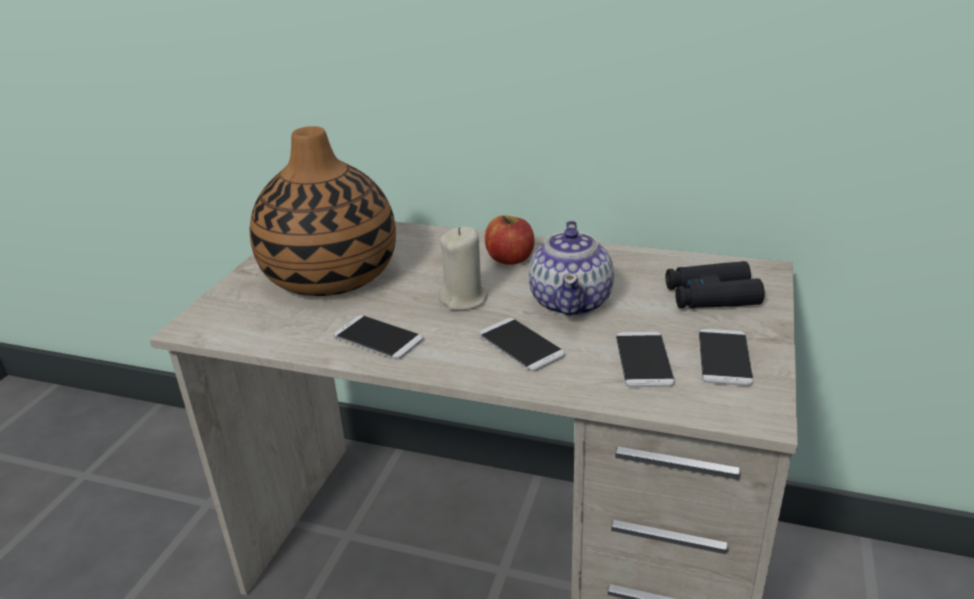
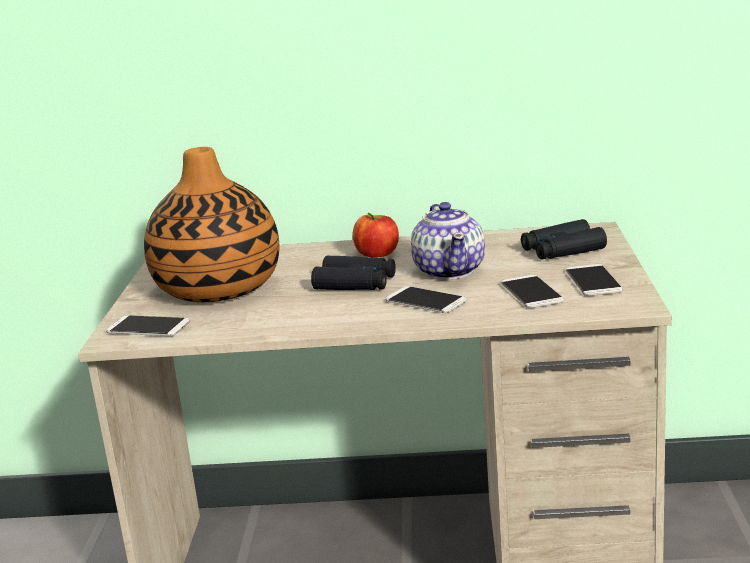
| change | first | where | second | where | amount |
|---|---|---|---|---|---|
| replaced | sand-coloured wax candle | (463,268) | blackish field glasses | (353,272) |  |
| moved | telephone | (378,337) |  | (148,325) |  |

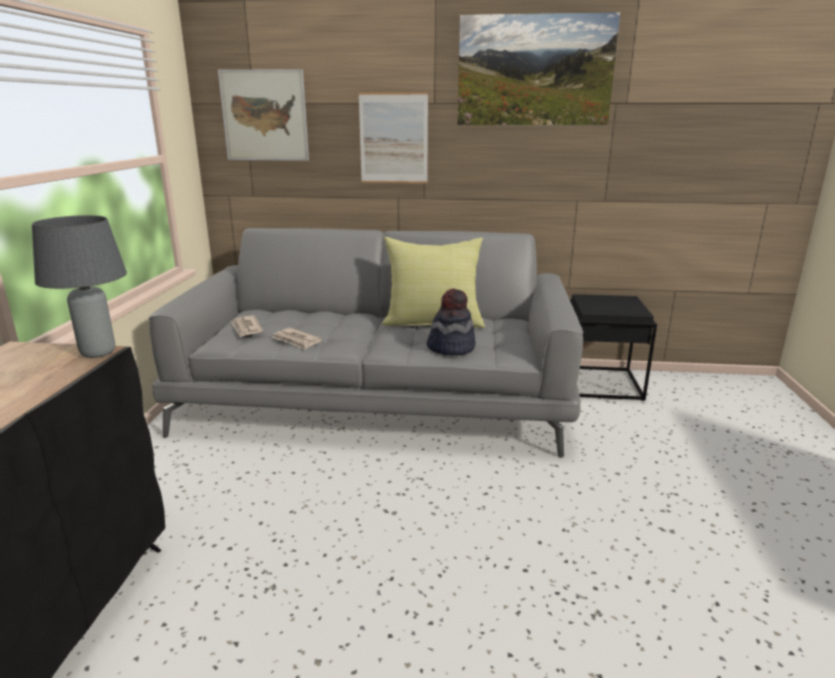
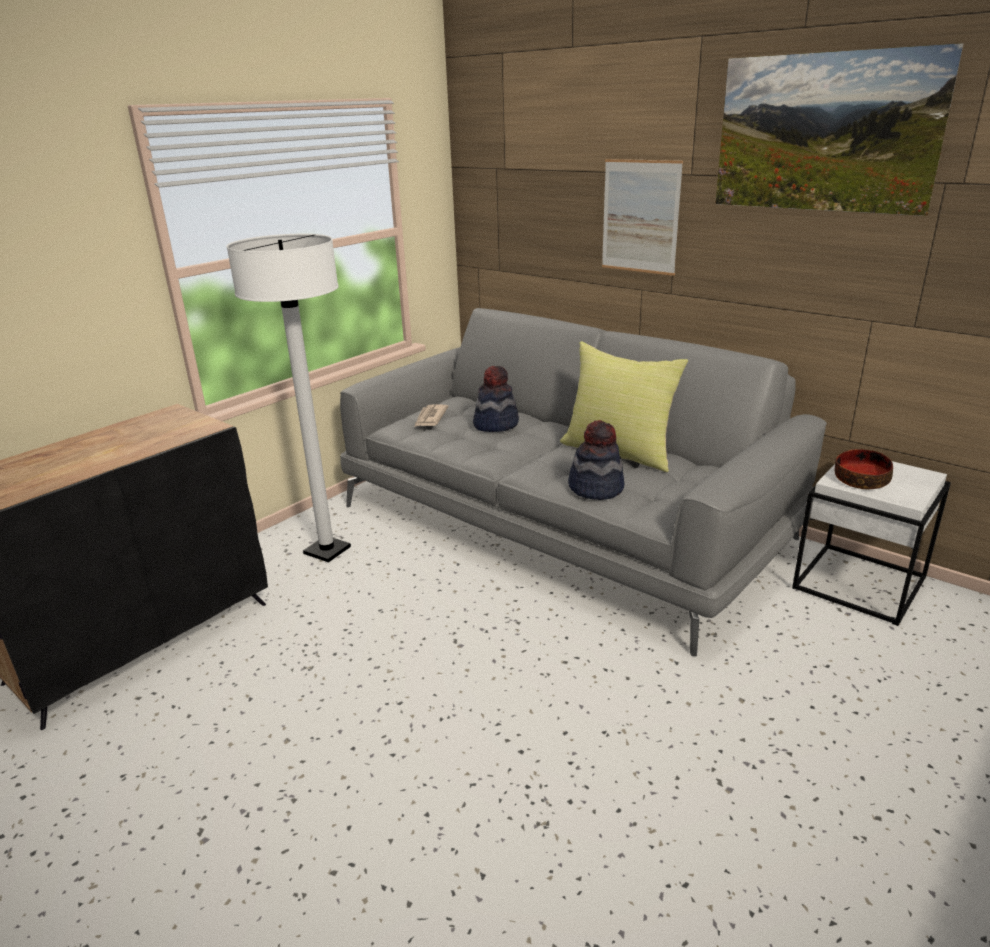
| change | first | where | second | where | amount |
|---|---|---|---|---|---|
| removed | wall picture | (263,115) |  |  |  |
| removed | greyish tabletop lamp | (79,286) |  |  |  |
| recoloured | blackish accent table | (613,347) | whitish accent table | (871,542) |  |
| removed | daily paper | (297,339) |  |  |  |
| added |  |  | whitish standard lamp | (288,398) |  |
| added |  |  | hat | (496,399) |  |
| added |  |  | deep dish | (864,469) |  |

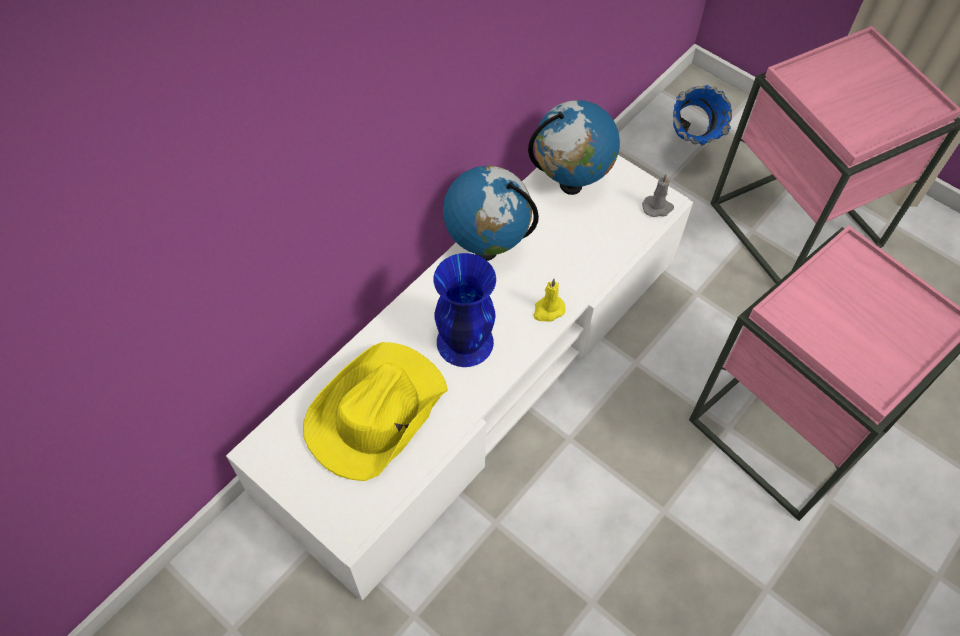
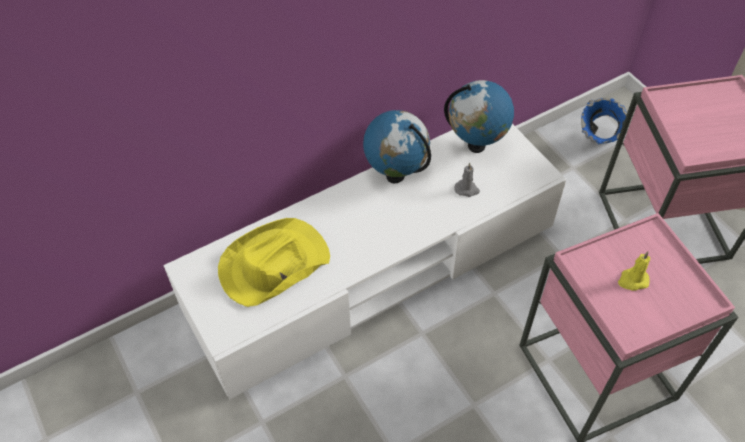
| change | first | where | second | where | amount |
|---|---|---|---|---|---|
| moved | greyish wax candle | (658,195) |  | (467,180) |  |
| removed | blue-coloured decorative vase | (465,310) |  |  |  |
| moved | yellow wax candle | (549,300) |  | (634,271) |  |

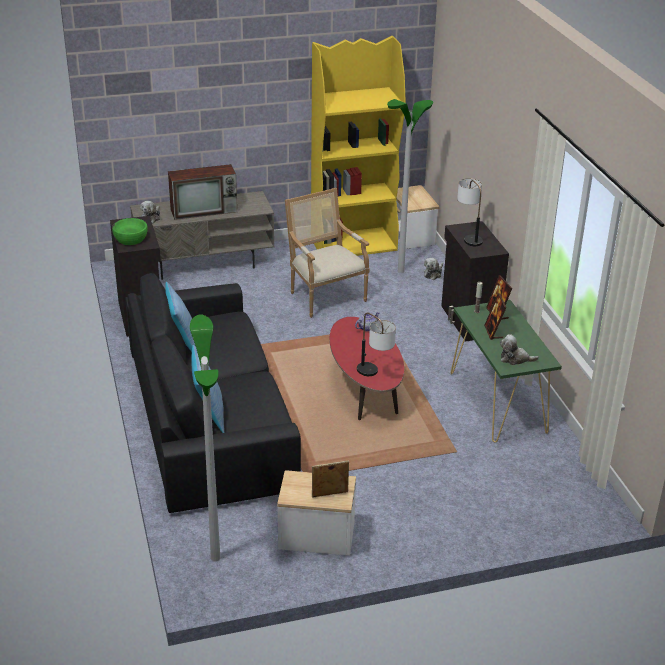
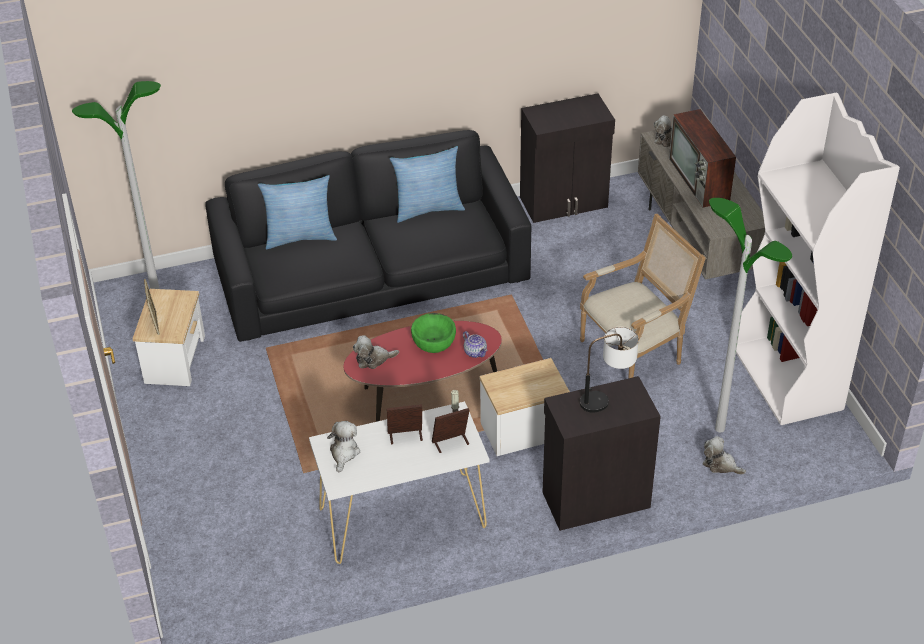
| change | first | where | second | where | amount |
|---|---|---|---|---|---|
| recoloured | yellow bookcase | (358,146) | whitish bookcase | (818,258) |  |
| moved | accent table | (418,217) |  | (525,407) |  |
| moved | green-coloured deep dish | (129,231) |  | (433,333) |  |
| recoloured | green-coloured narrow table | (506,371) | whitish narrow table | (399,482) |  |
| replaced | tabletop lamp | (376,344) | cuddly toy | (376,352) |  |

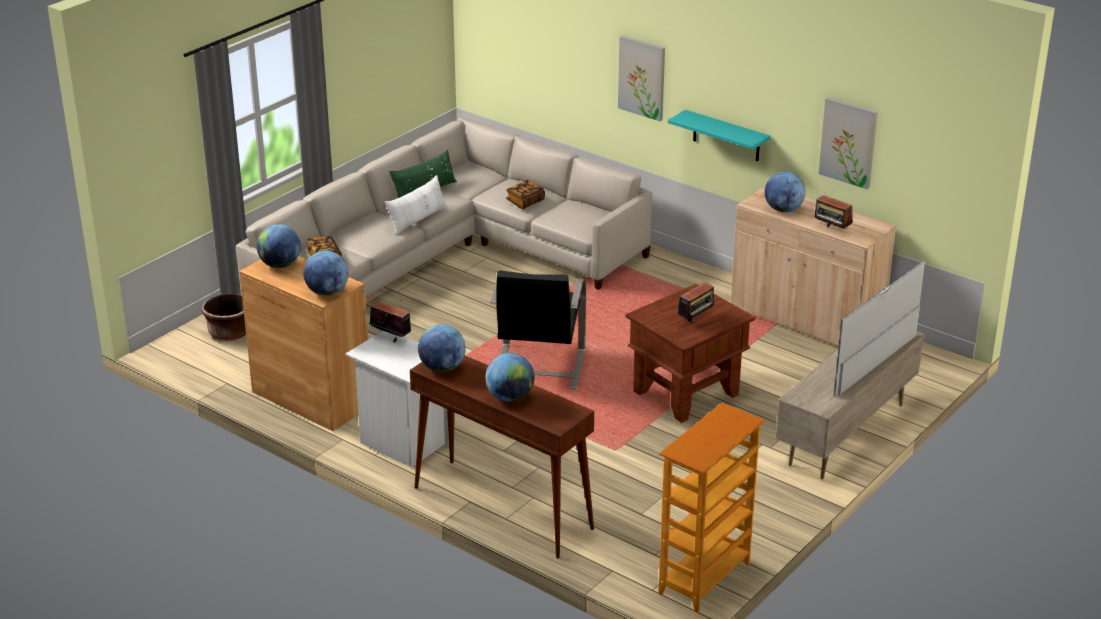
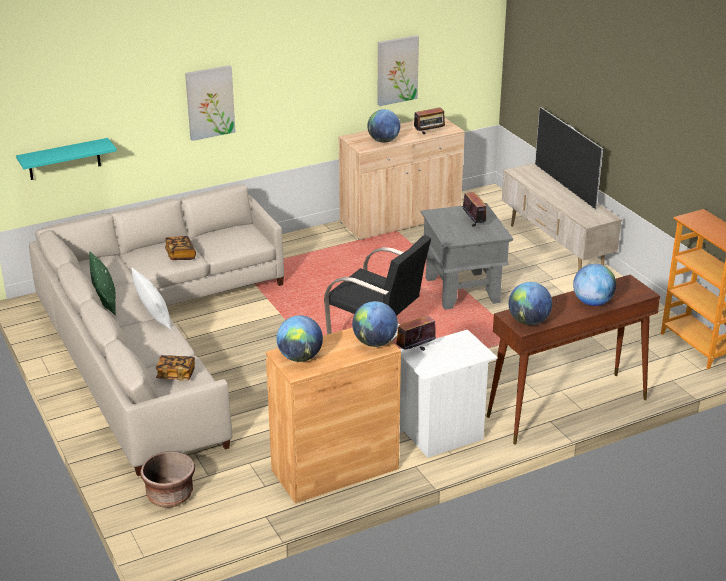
| change | first | where | second | where | amount |
|---|---|---|---|---|---|
| moved | turquoise-coloured shelf | (719,135) |  | (66,159) |  |
| recoloured | brown-coloured accent table | (690,353) | greyish accent table | (467,256) |  |

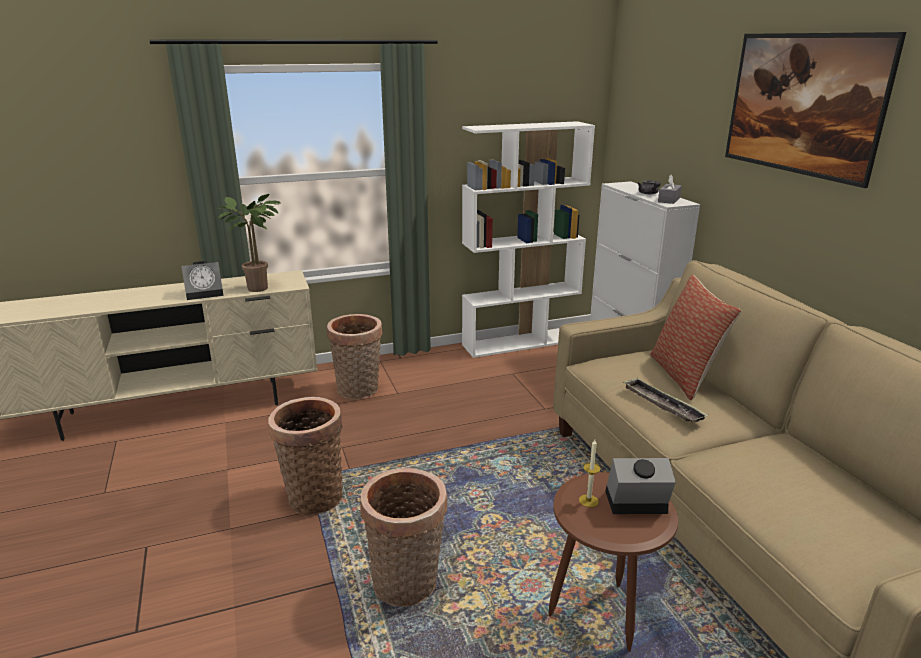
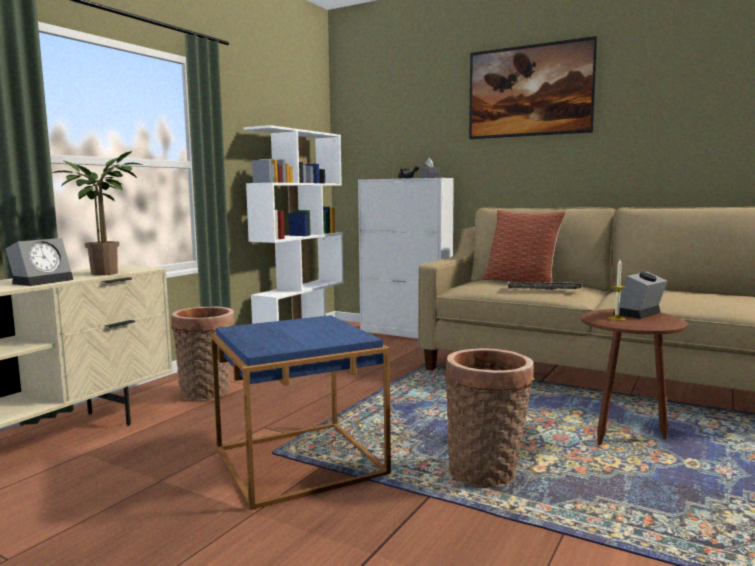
| change | first | where | second | where | amount |
|---|---|---|---|---|---|
| replaced | storage basket | (305,456) | blue-coloured accent table | (301,412) |  |

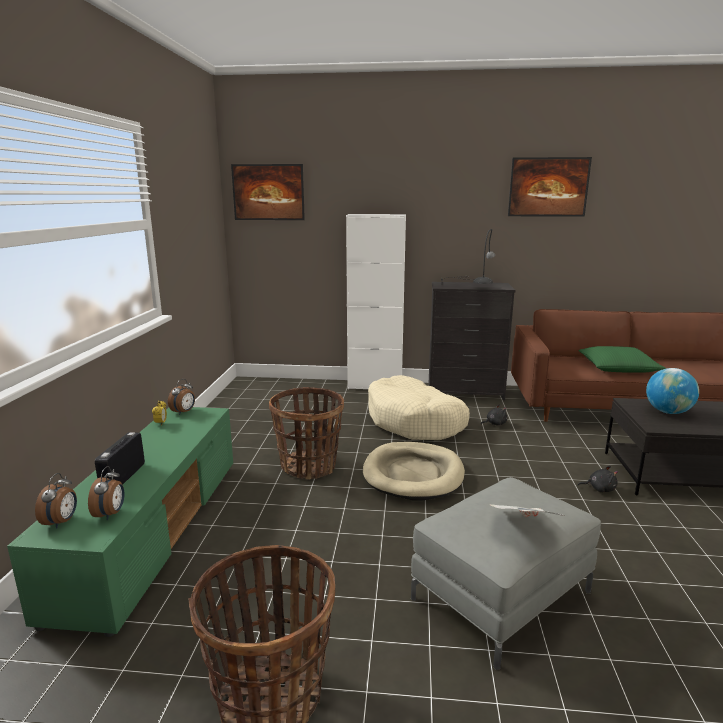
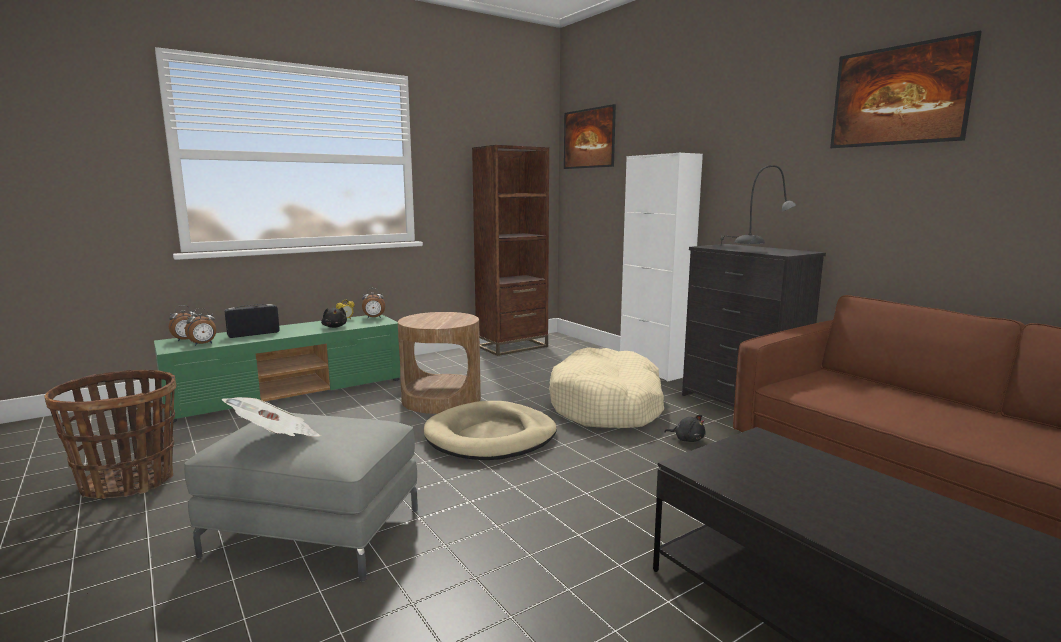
| change | first | where | second | where | amount |
|---|---|---|---|---|---|
| removed | green-coloured throw pillow | (622,359) |  |  |  |
| removed | globe | (672,391) |  |  |  |
| replaced | storage basket | (306,433) | brown-coloured accent table | (439,363) |  |
| moved | blackish cuddly toy | (598,479) |  | (334,317) |  |
| added |  |  | brown-coloured bookcase | (510,250) |  |

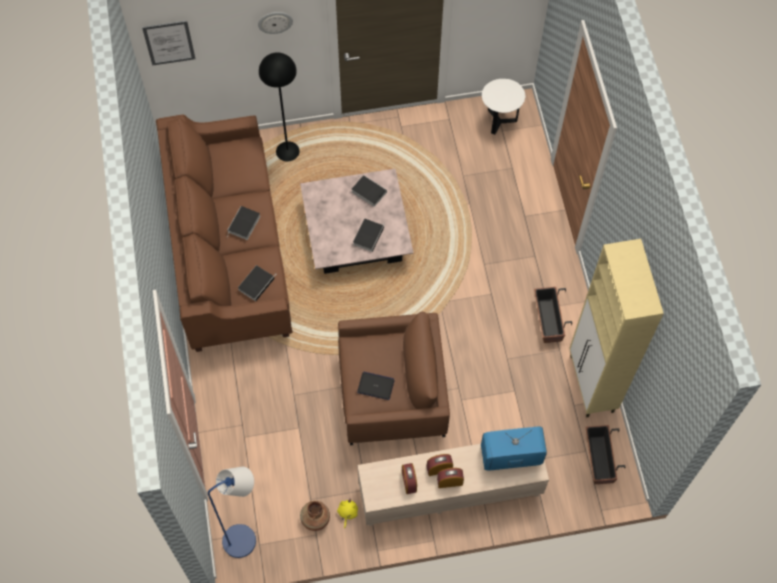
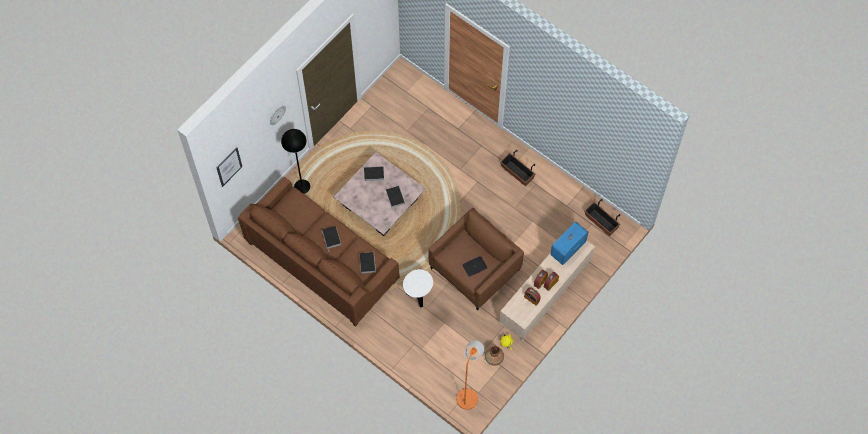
| change | first | where | second | where | amount |
|---|---|---|---|---|---|
| moved | whitish accent table | (503,107) |  | (418,288) |  |
| removed | sand-coloured cabinet | (616,328) |  |  |  |
| recoloured | blue-coloured standard lamp | (232,512) | orangey standard lamp | (470,375) |  |

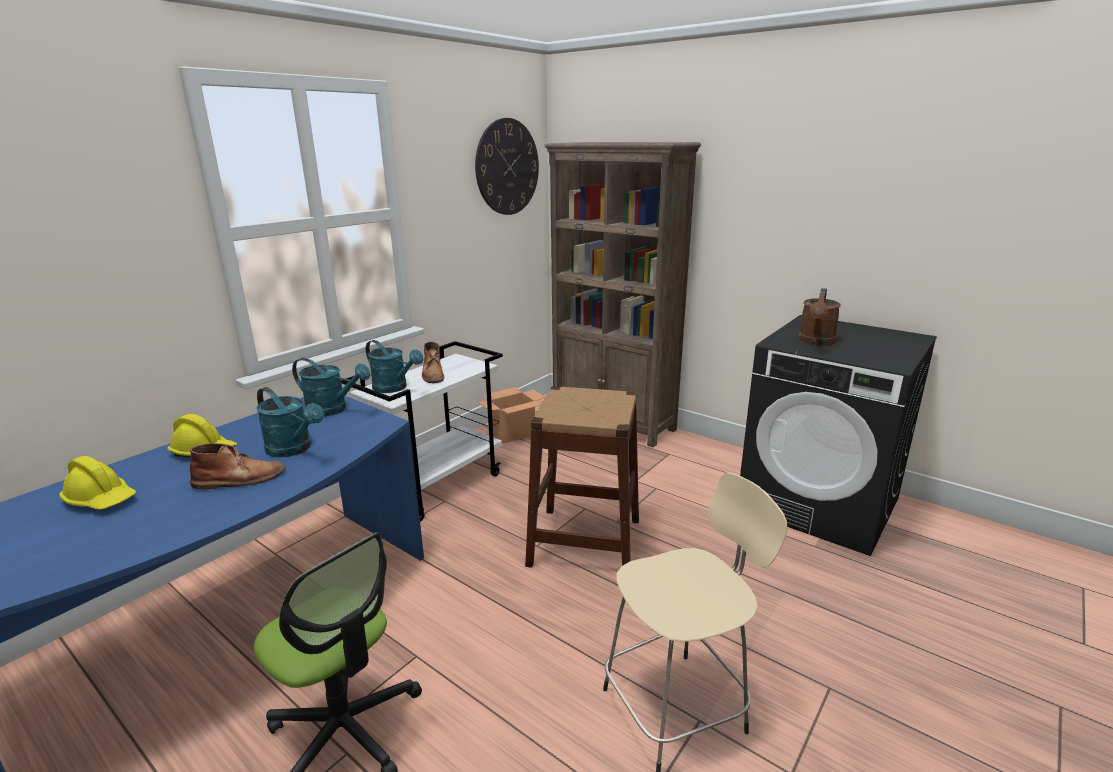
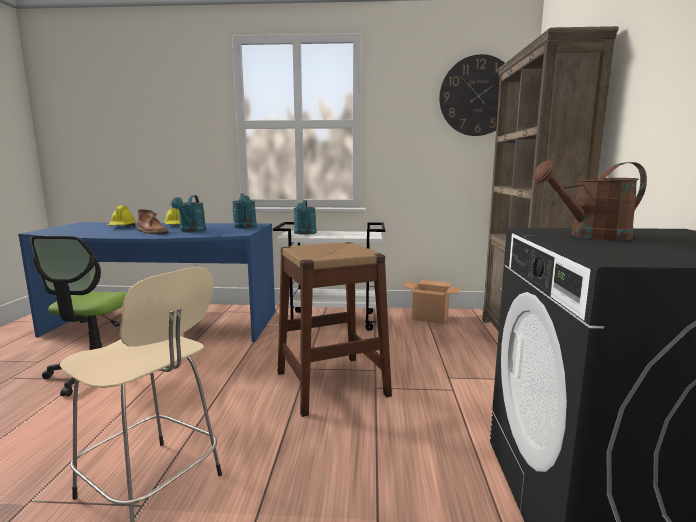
| change | first | where | second | where | amount |
|---|---|---|---|---|---|
| removed | brown-coloured high-top boot | (433,362) |  |  |  |

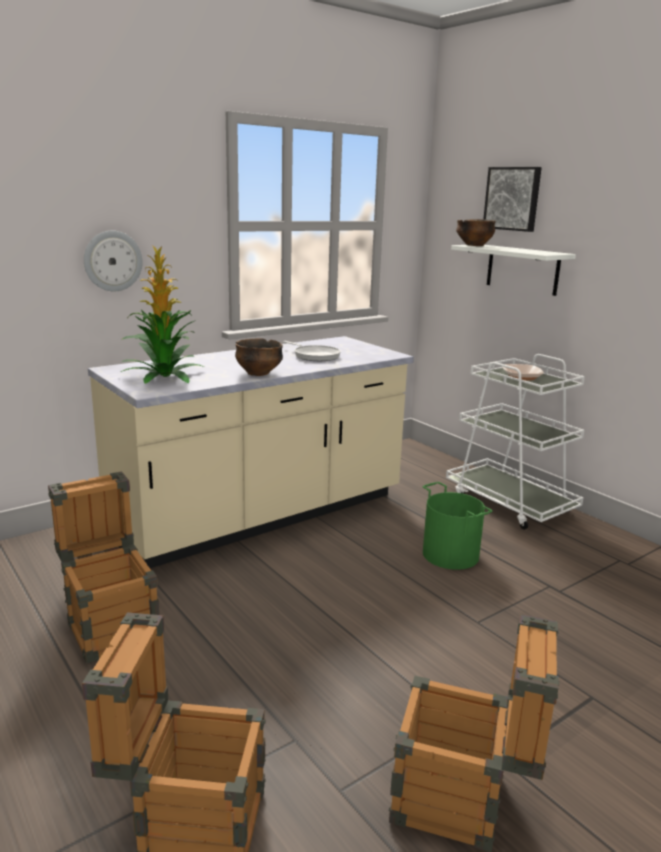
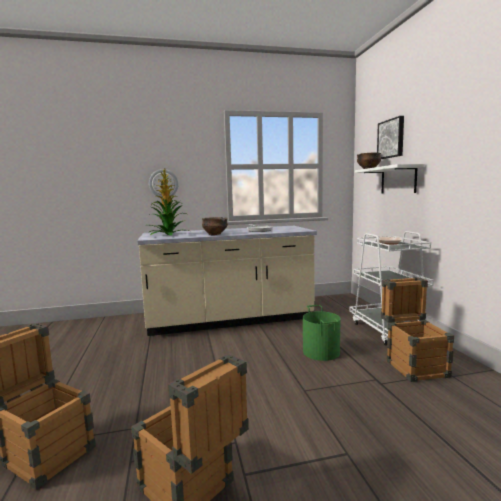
| change | first | where | second | where | amount |
|---|---|---|---|---|---|
| moved | crate | (104,567) |  | (417,329) |  |

